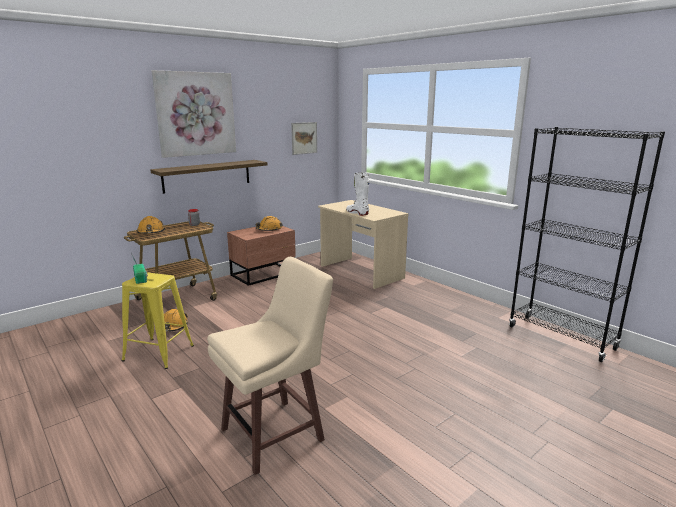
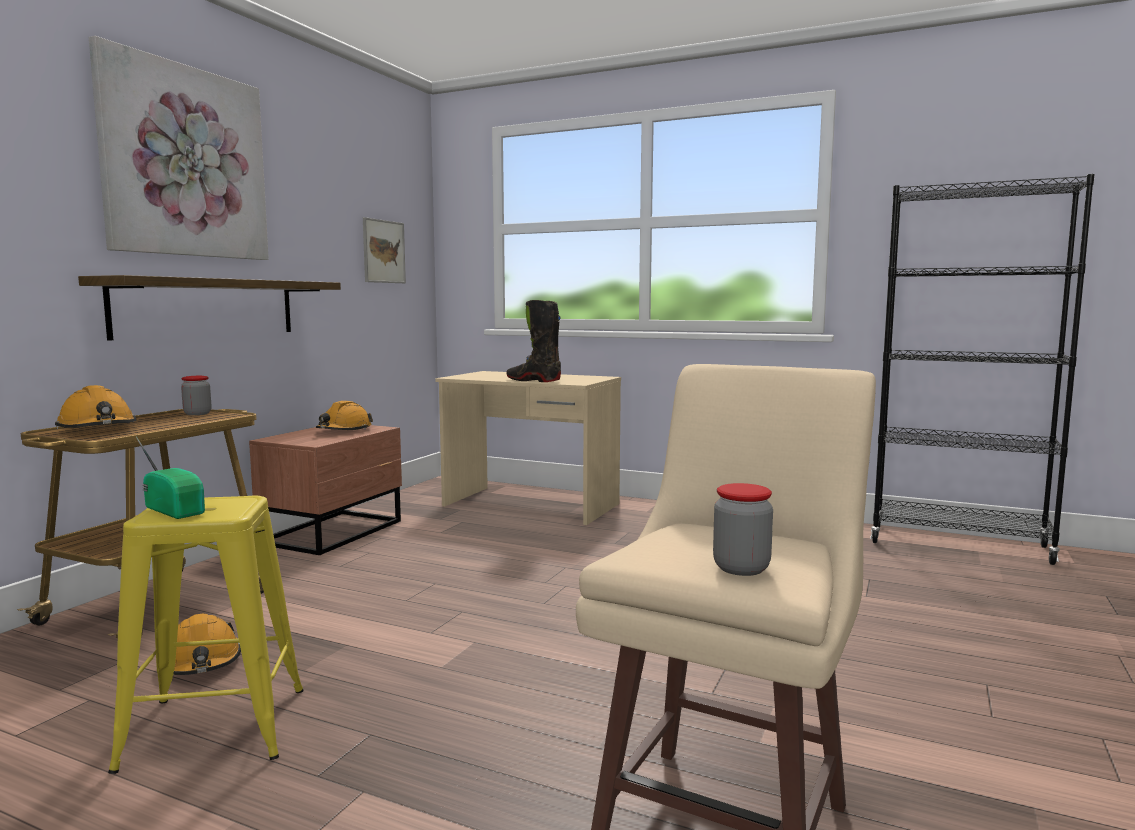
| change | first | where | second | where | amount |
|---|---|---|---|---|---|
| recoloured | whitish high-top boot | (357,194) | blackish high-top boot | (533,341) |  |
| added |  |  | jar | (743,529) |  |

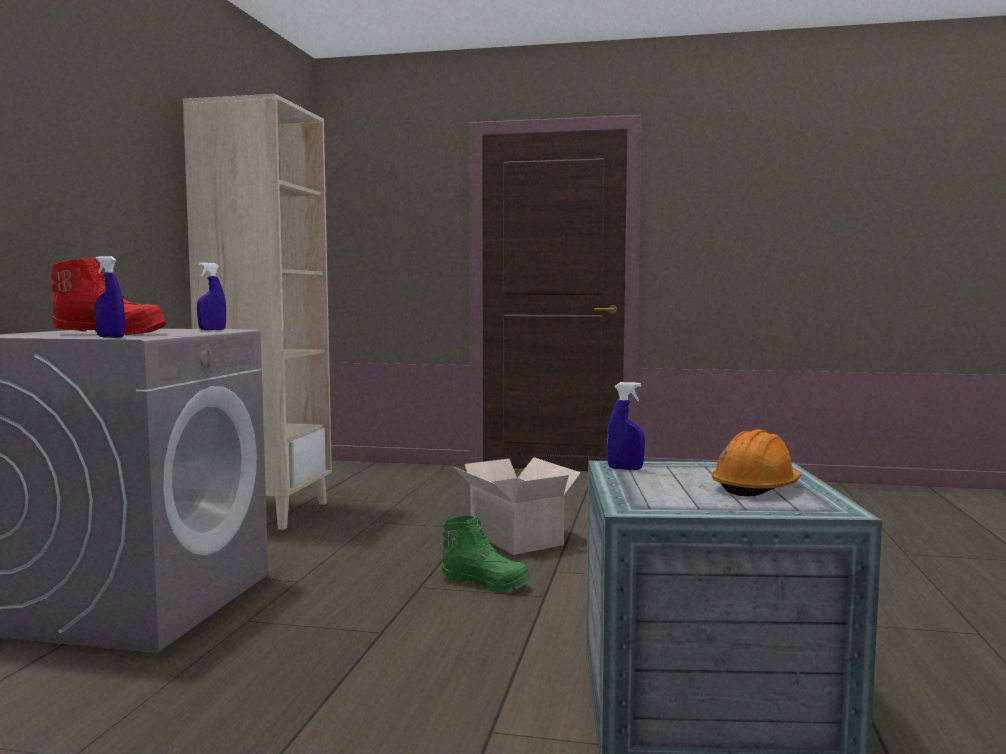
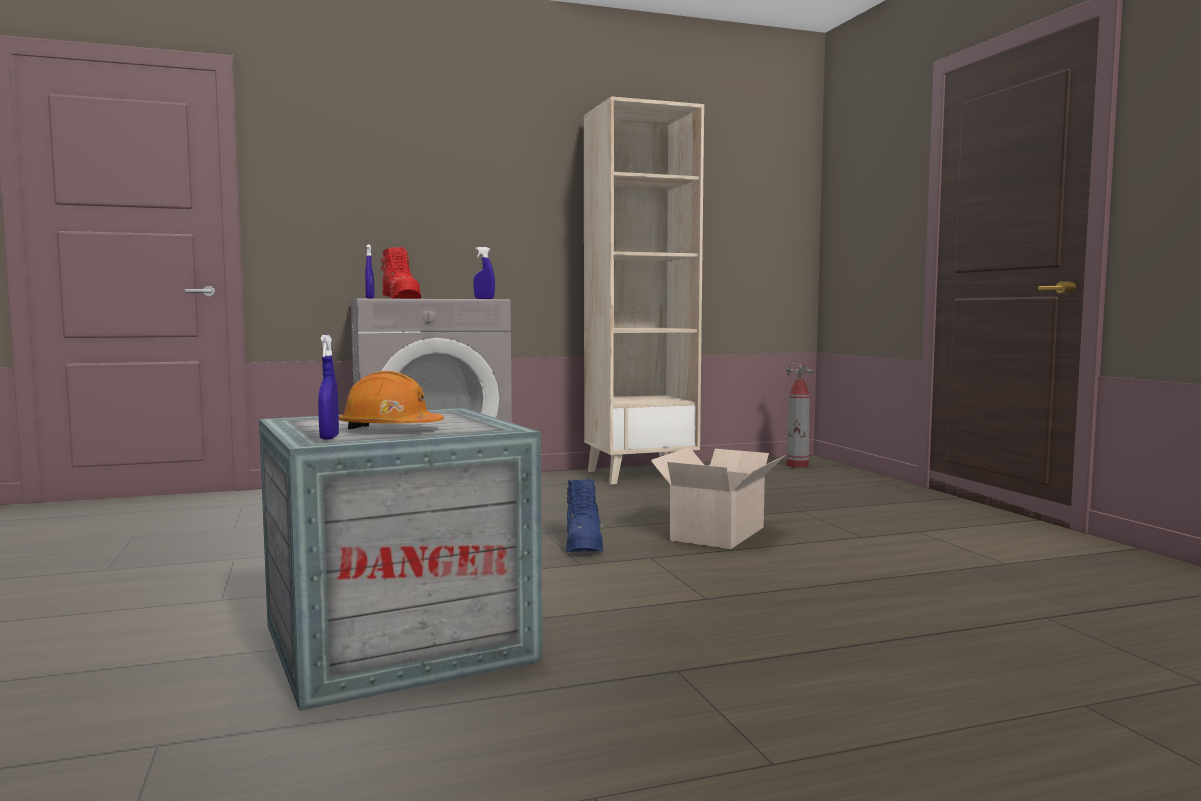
| change | first | where | second | where | amount |
|---|---|---|---|---|---|
| moved | blue-coloured spray bottle | (625,426) |  | (328,387) |  |
| recoloured | green-coloured high-top boot | (486,554) | blue-coloured high-top boot | (584,515) |  |
| added |  |  | fire-fighting cylinder | (800,415) |  |

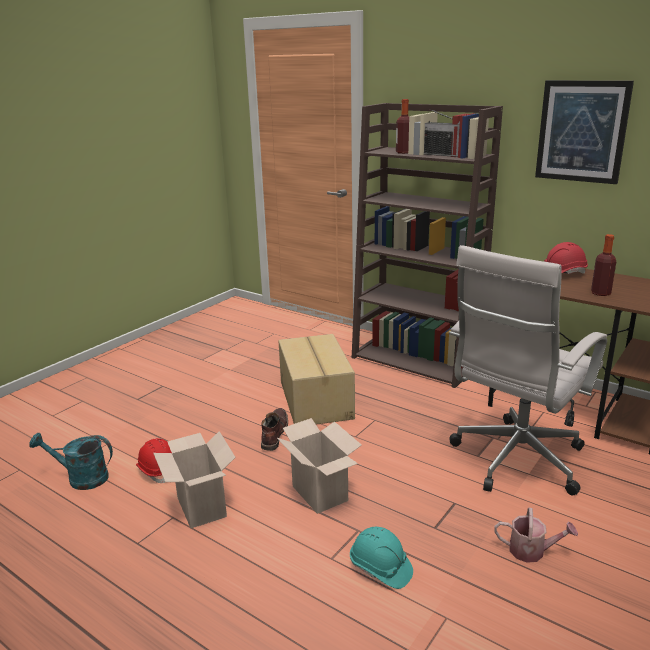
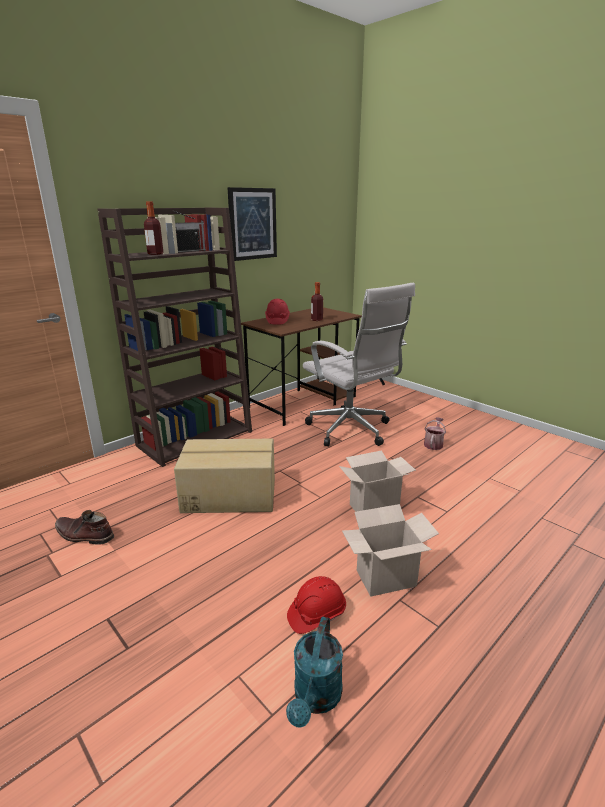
| change | first | where | second | where | amount |
|---|---|---|---|---|---|
| moved | brown-coloured high-top boot | (274,429) |  | (84,527) |  |
| removed | turquoise-coloured safety helmet | (381,558) |  |  |  |

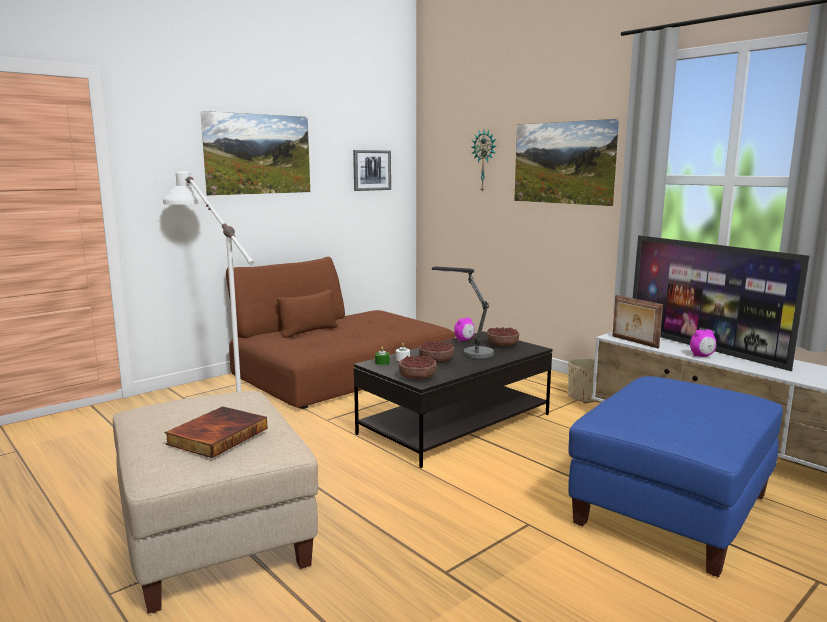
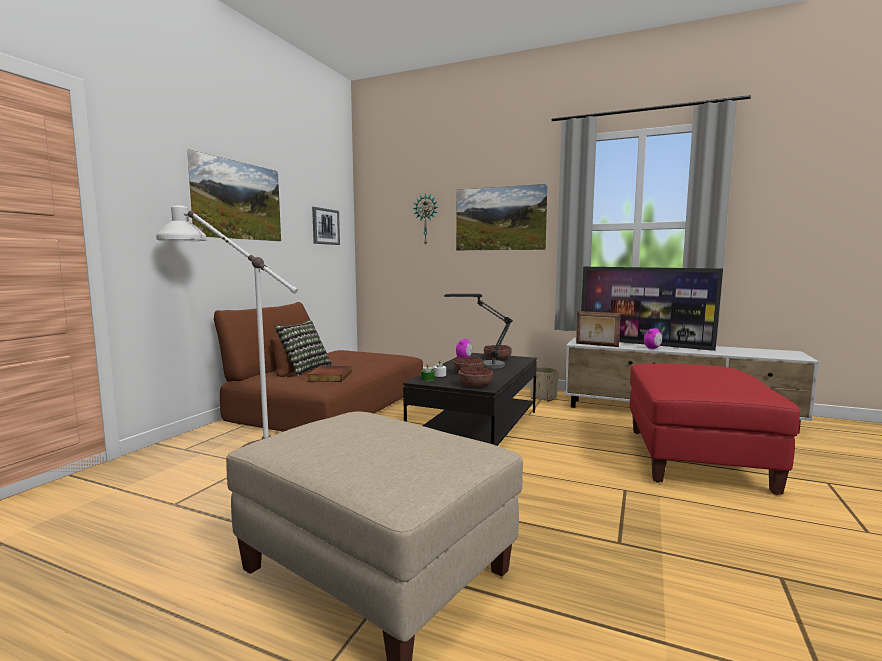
| change | first | where | second | where | amount |
|---|---|---|---|---|---|
| recoloured | blue-coloured footrest | (675,476) | reddish footrest | (715,429) |  |
| moved | bound book | (216,432) |  | (329,373) |  |
| added |  |  | throw pillow | (303,348) |  |

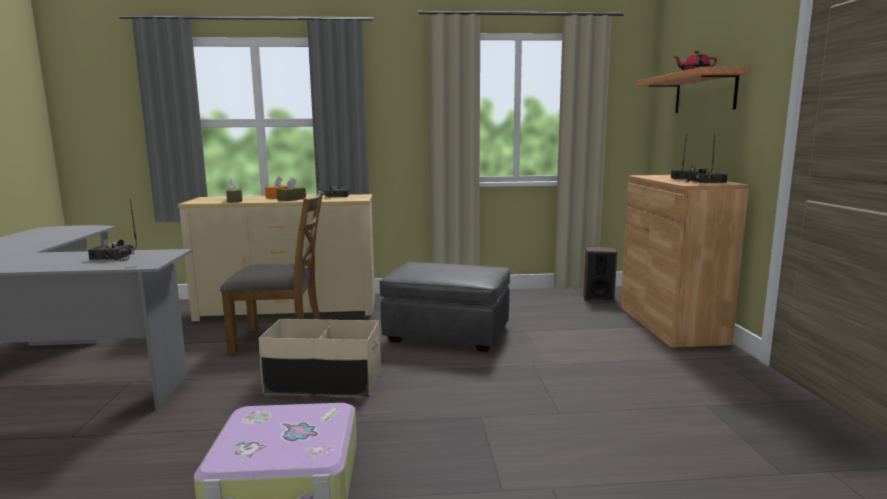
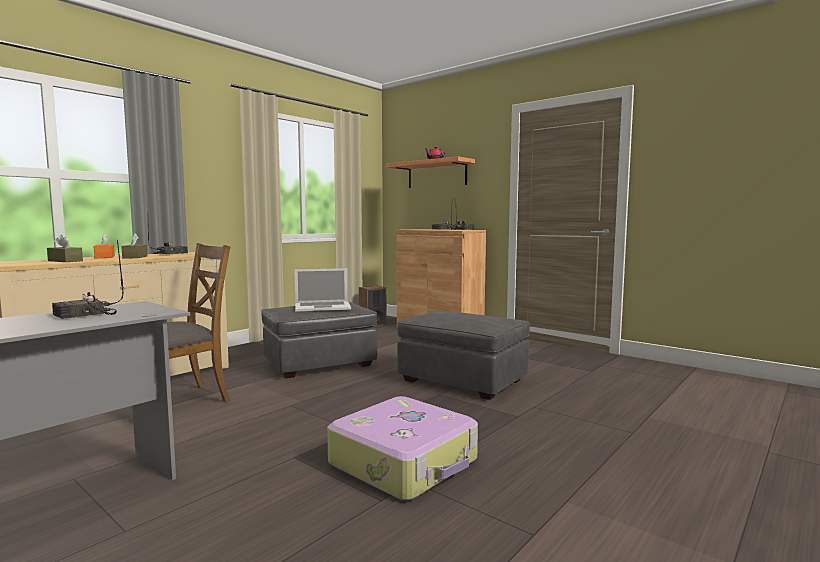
| change | first | where | second | where | amount |
|---|---|---|---|---|---|
| removed | sand-coloured storage bin | (319,357) |  |  |  |
| added |  |  | portable computer | (322,290) |  |
| added |  |  | greyish footrest | (463,355) |  |

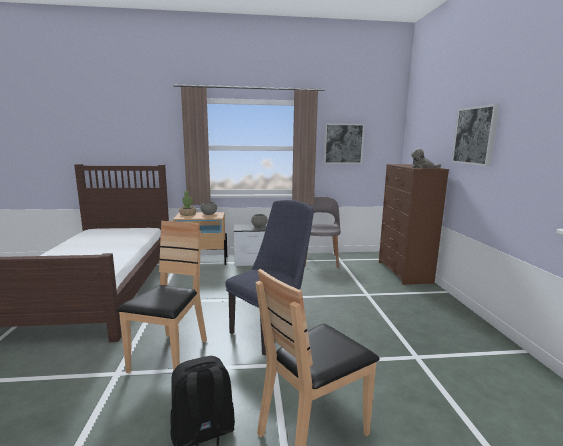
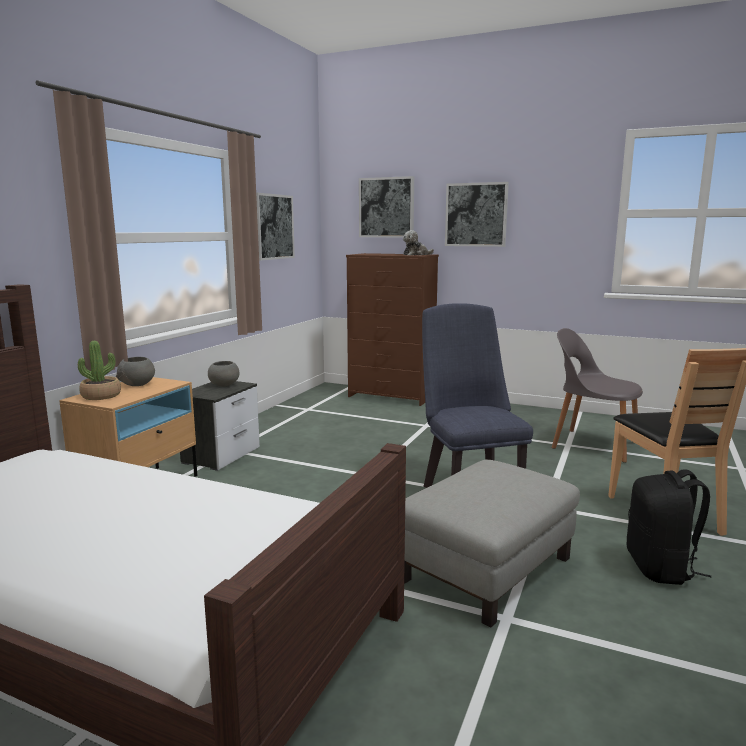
| change | first | where | second | where | amount |
|---|---|---|---|---|---|
| moved | greyish upright chair | (323,232) |  | (597,395) |  |
| replaced | brown-coloured upright chair | (162,297) | greyish footrest | (492,544) |  |
| added |  |  | wall picture | (386,206) |  |

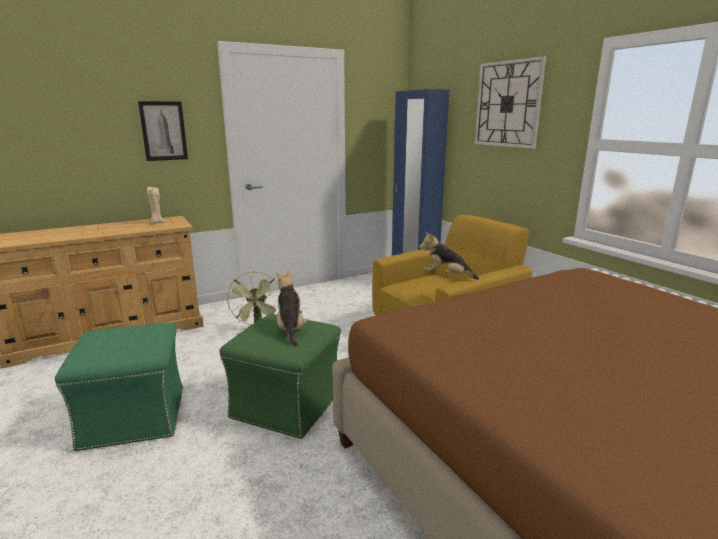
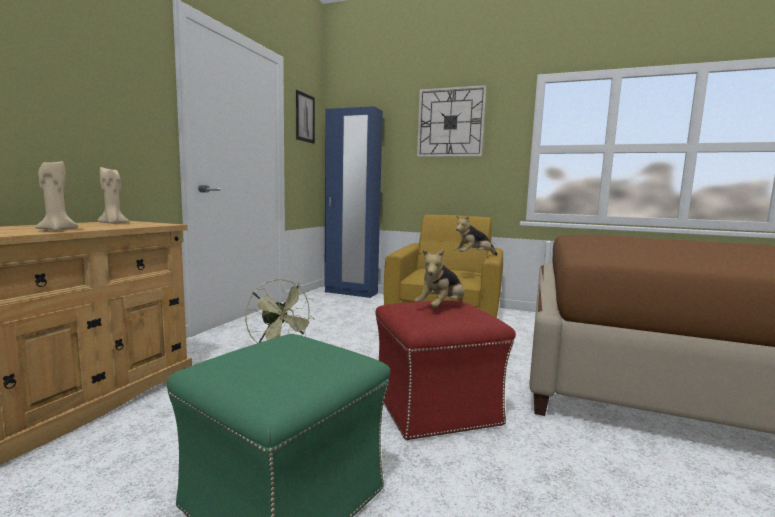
| change | first | where | second | where | amount |
|---|---|---|---|---|---|
| moved | wall picture | (163,131) |  | (305,117) |  |
| turned | cuddly toy | (292,309) |  | (439,278) | 90 degrees counterclockwise |
| recoloured | green-coloured footrest | (280,376) | reddish footrest | (445,370) |  |
| added |  |  | sand-coloured wax candle | (56,195) |  |

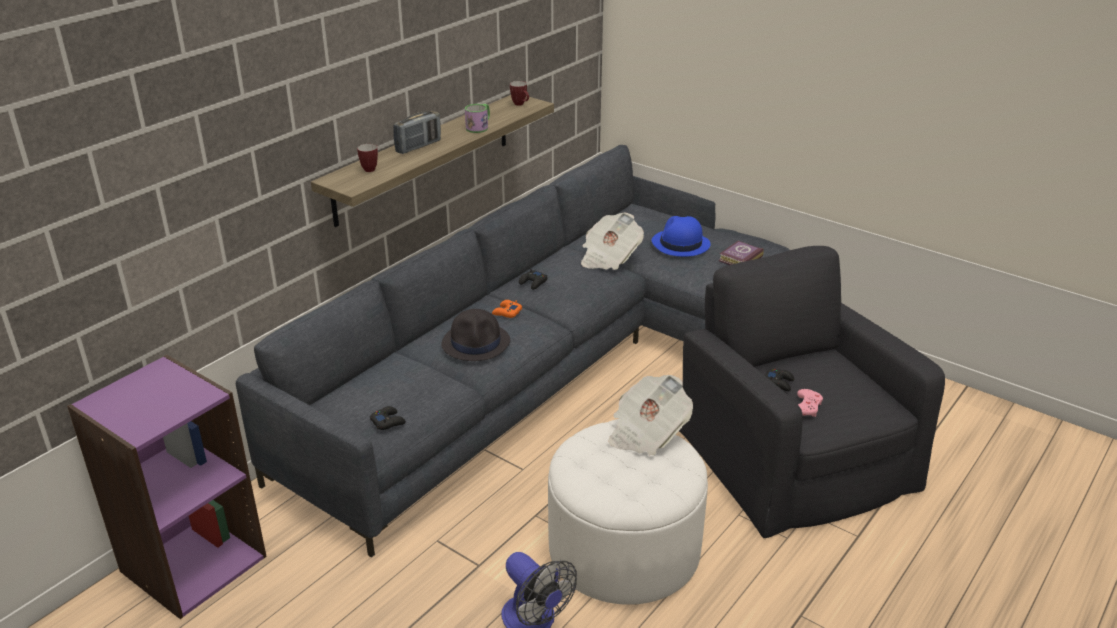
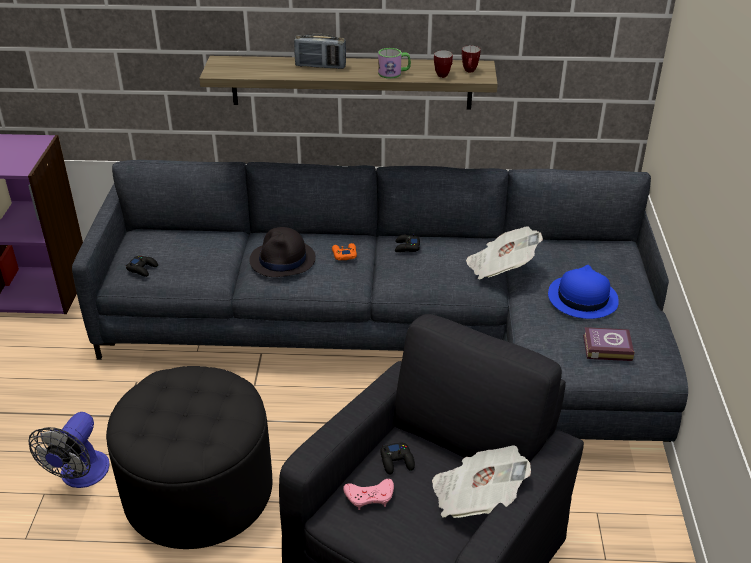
| change | first | where | second | where | amount |
|---|---|---|---|---|---|
| moved | coffee mug | (367,158) |  | (443,64) |  |
| moved | daily paper | (650,415) |  | (481,481) |  |
| recoloured | whitish footrest | (628,512) | blackish footrest | (189,457) |  |

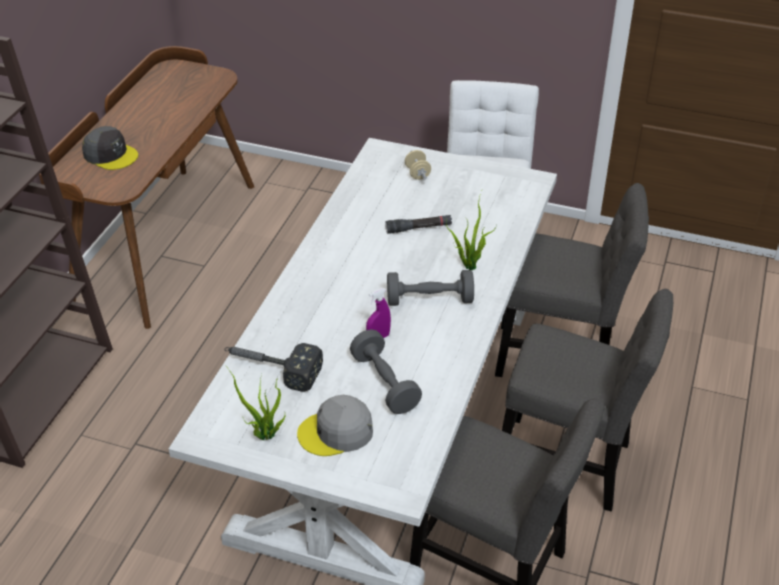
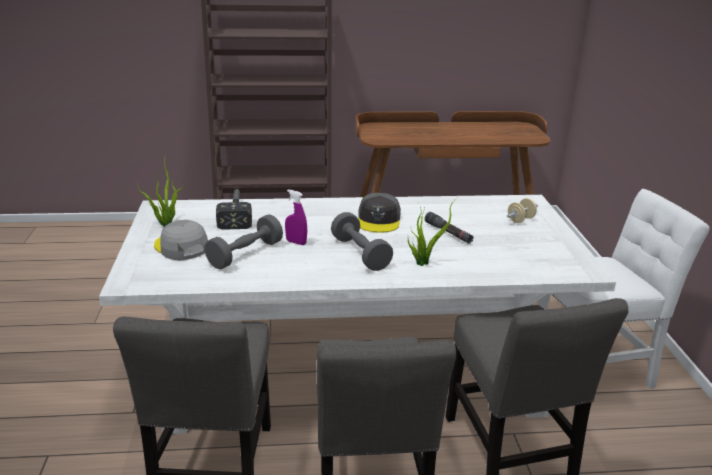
| change | first | where | second | where | amount |
|---|---|---|---|---|---|
| moved | greyish cap | (110,148) |  | (379,213) |  |

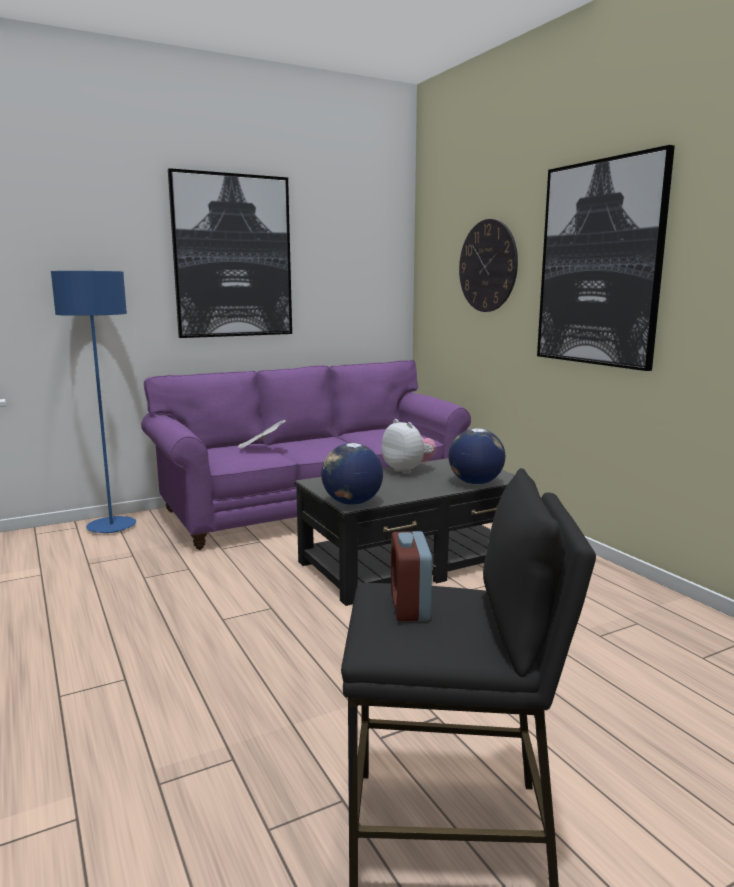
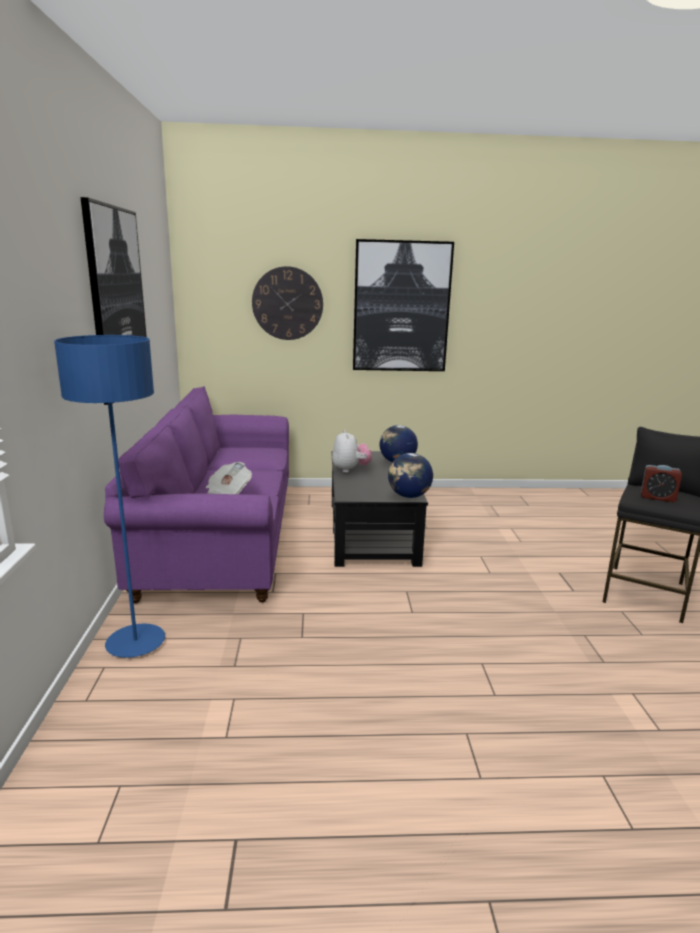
| change | first | where | second | where | amount |
|---|---|---|---|---|---|
| turned | cuddly toy | (409,446) |  | (352,451) | 90 degrees clockwise |

